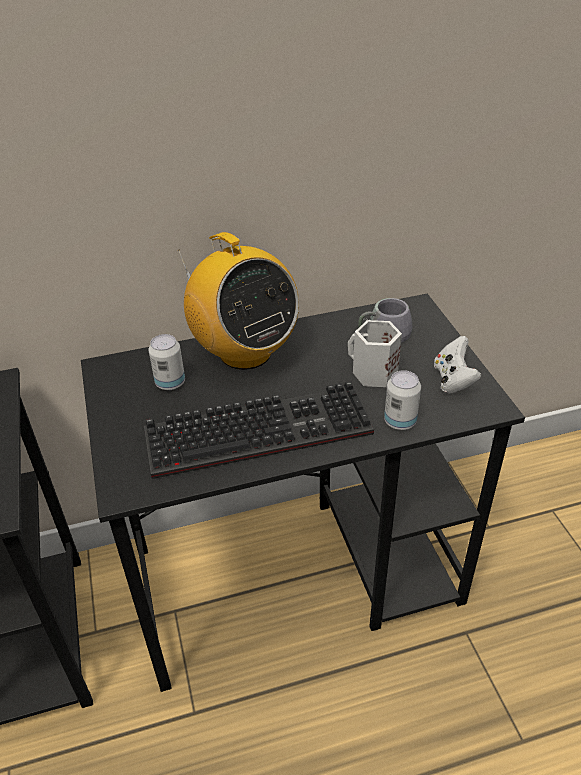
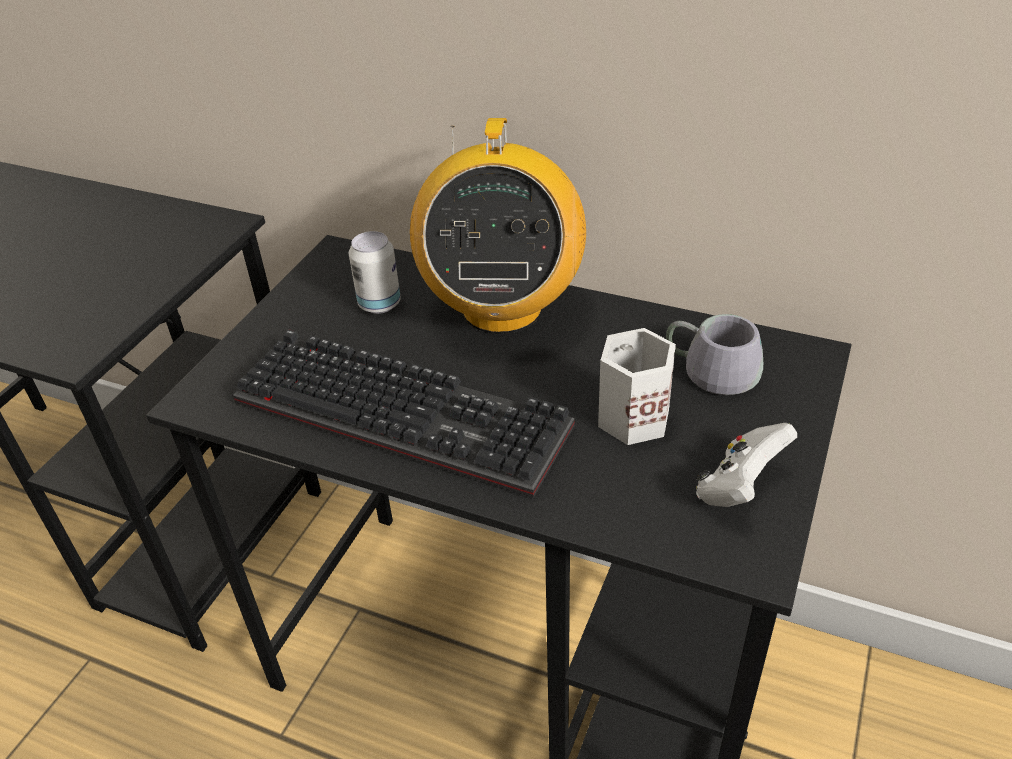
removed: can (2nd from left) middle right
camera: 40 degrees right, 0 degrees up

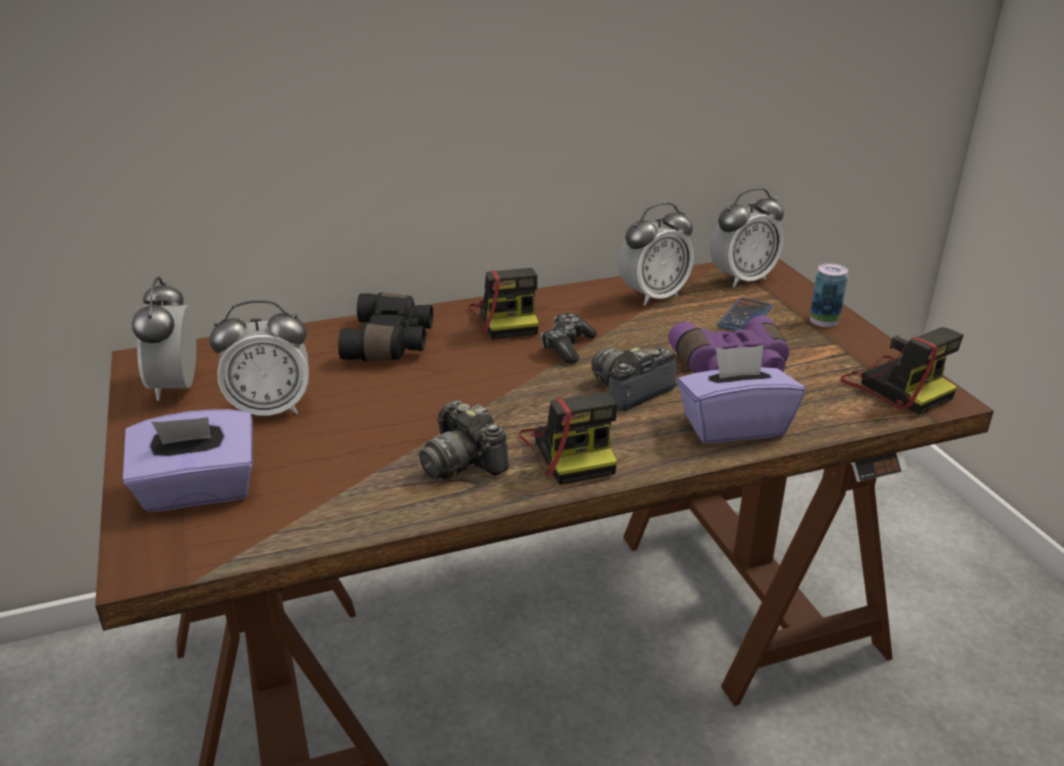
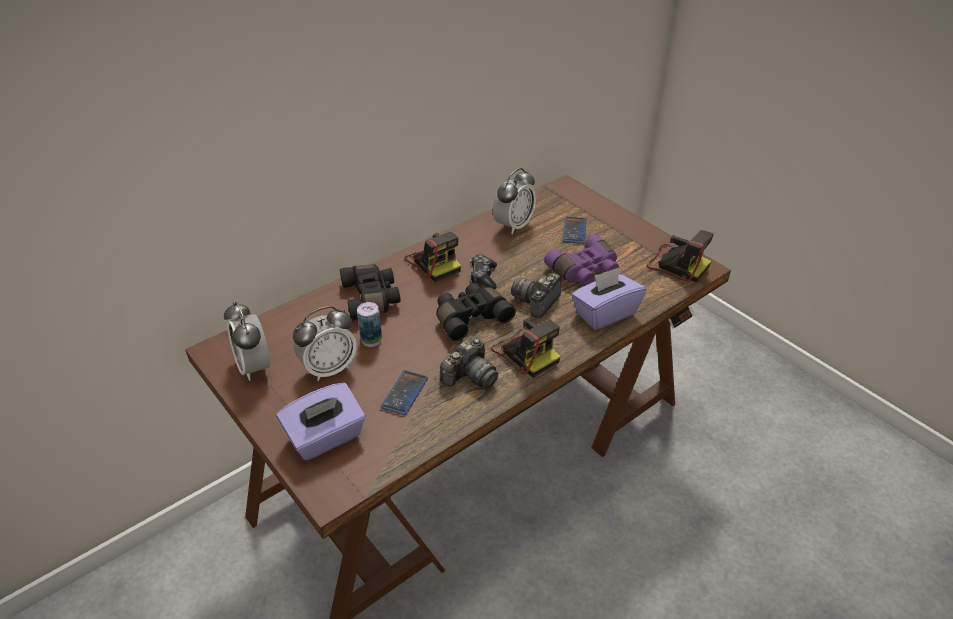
removed: alarm clock (4th from left) top right
added: phone (1st from left) centre; black binoculars (2nd from left) centre
moved: can middle right to centre
turned: photo camera (1st from left in the first image) centre = centre 75 degrees counterclockwise
camera: 20 degrees left, 10 degrees up

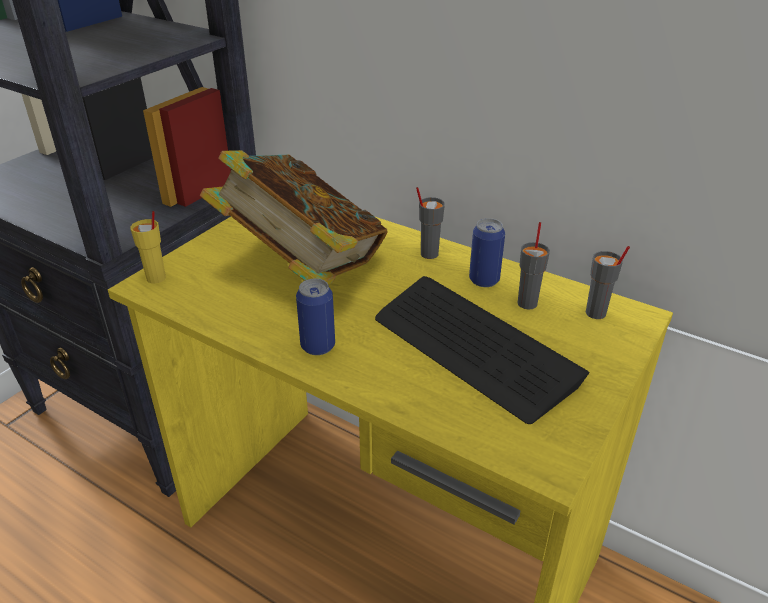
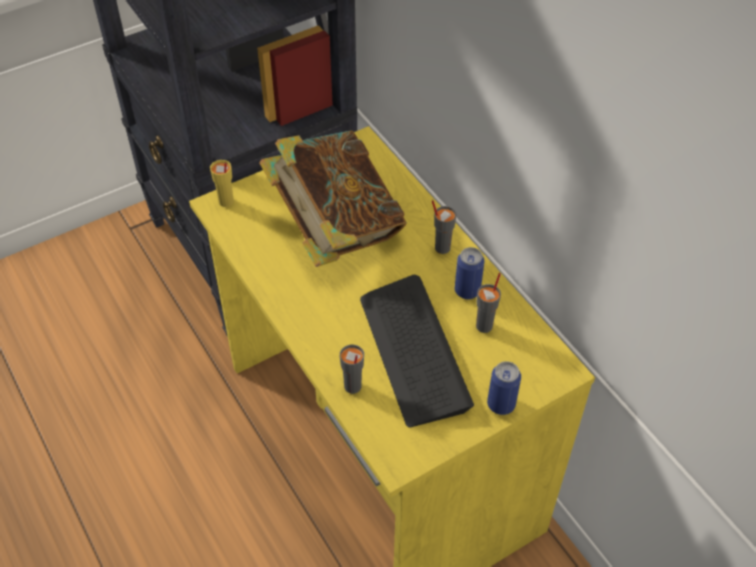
moved: can (1st from left in the first image) centre to can (2nd from left) bottom right; grey cup (3rd from left in the first image) middle right to grey cup (1st from left) centre
camera: 25 degrees right, 15 degrees up

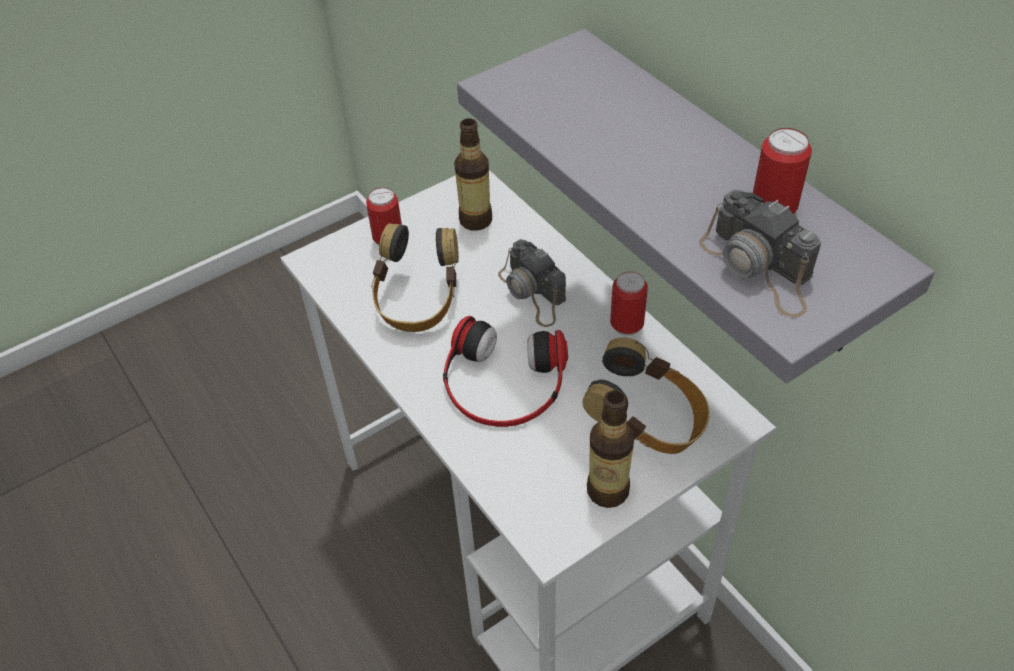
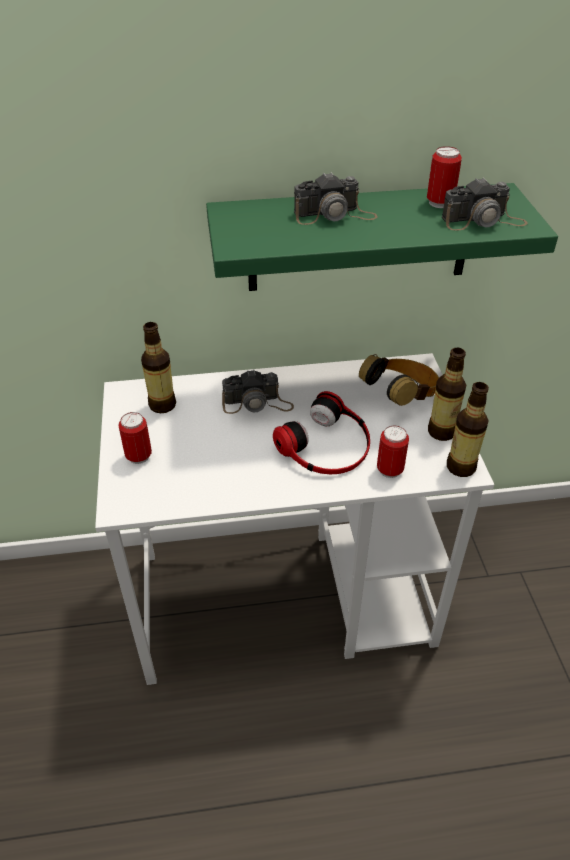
removed: headphones (1st from left) centre
added: photo camera (2nd from left) top centre; bottle (3rd from left) middle right
moved: can (2nd from left) centre to middle right
recoloured: grey shelf top right to green shelf top right
camera: 65 degrees left, 5 degrees down

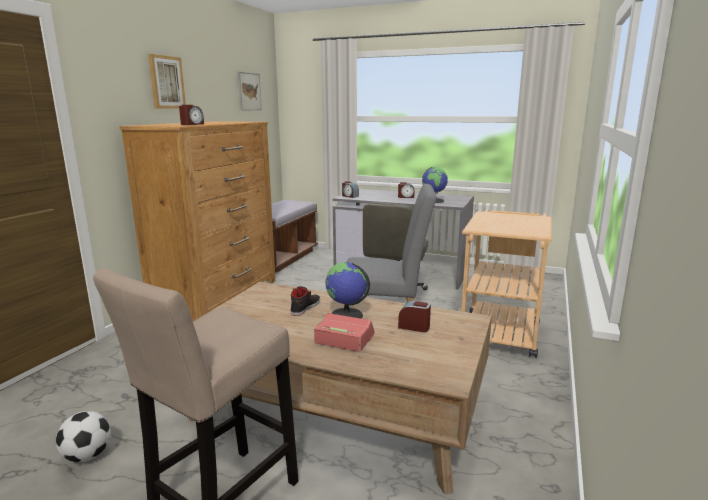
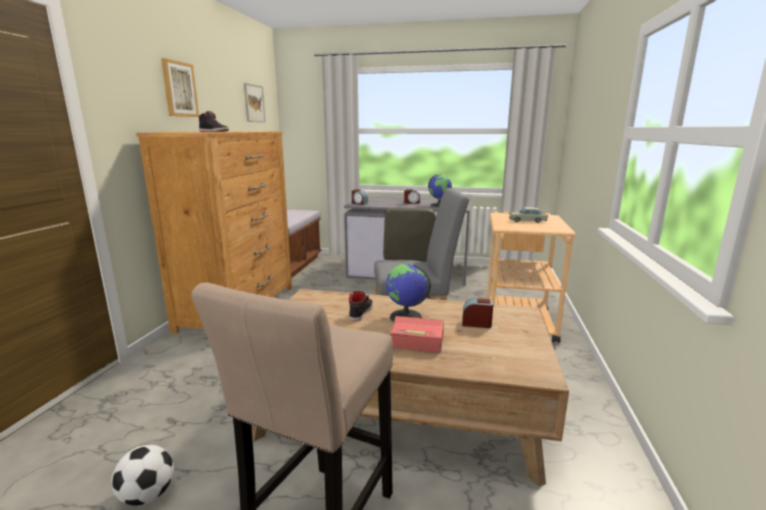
added: beige toy car middle right
replaced: alarm clock (1st from left) top left to black shoe (1st from left) top left
camera: 10 degrees left, 0 degrees up

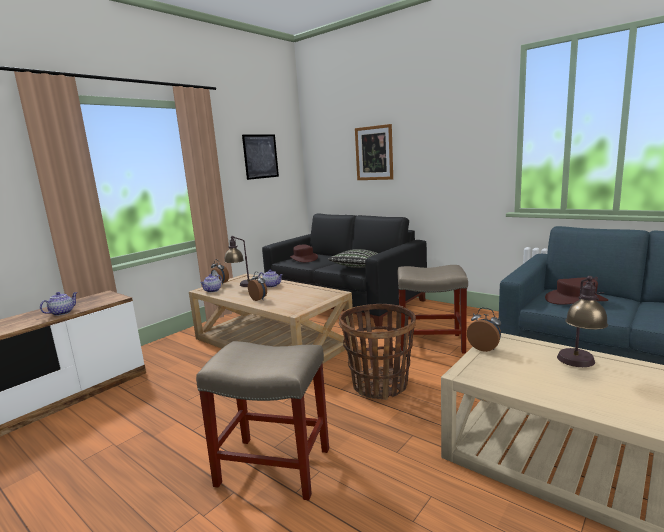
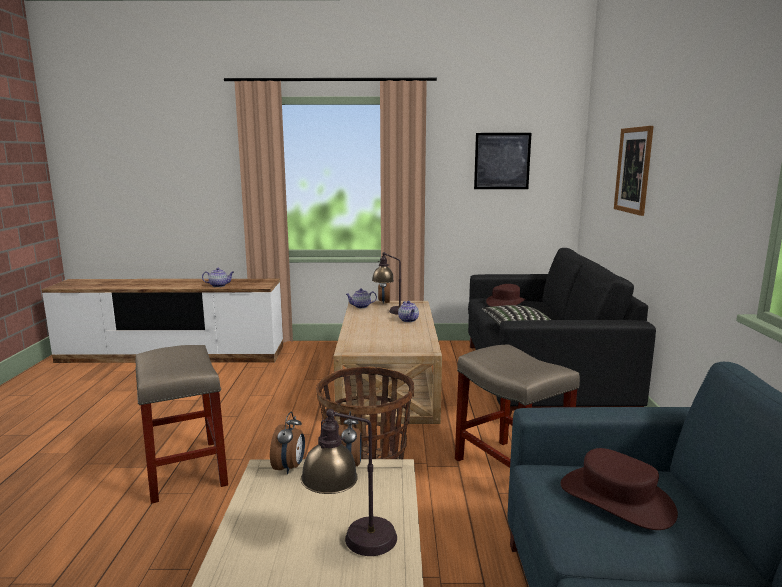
moved: alarm clock (2nd from left in the first image) centre to alarm clock (1st from left) bottom centre
camera: 50 degrees right, 0 degrees up

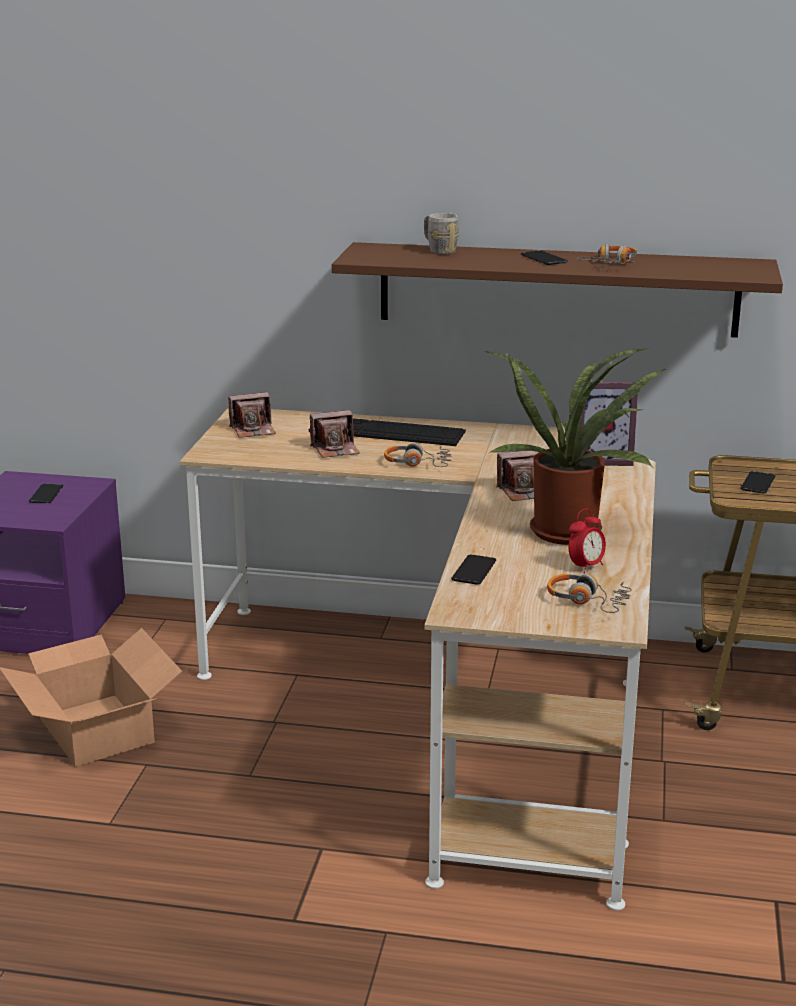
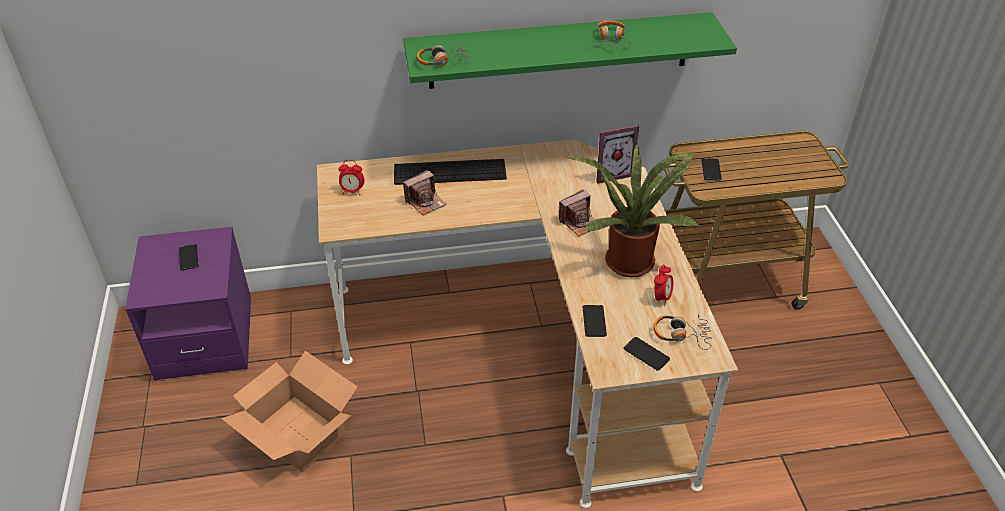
removed: grey mug top centre
moved: headphones (1st from left) centre to top centre; phone (3rd from left) top right to bottom centre
replaced: photo camera (1st from left) middle left to alarm clock (1st from left) centre
recoloured: brown shelf top right to green shelf top centre
camera: 20 degrees left, 20 degrees up

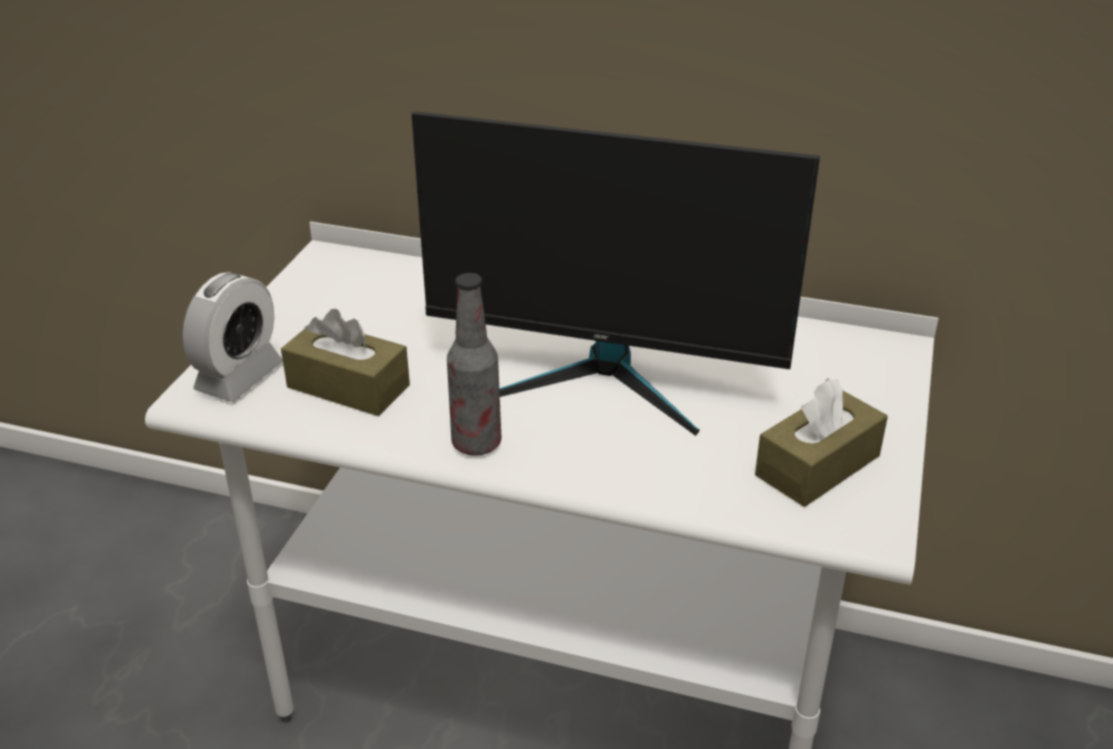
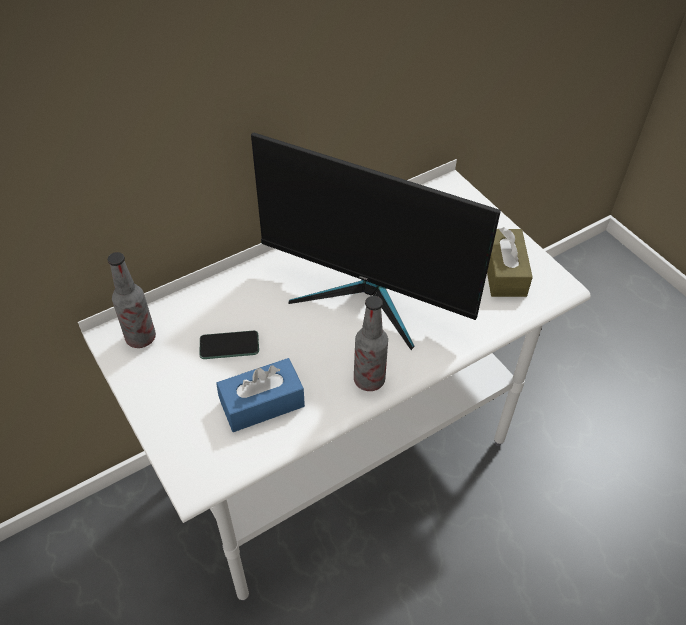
removed: alarm clock middle left
added: bottle (1st from left) middle left; phone centre
recoloured: brown tissue box (1st from left) middle left to blue tissue box centre
turned: monitor centre = centre 60 degrees clockwise
camera: 50 degrees left, 15 degrees up

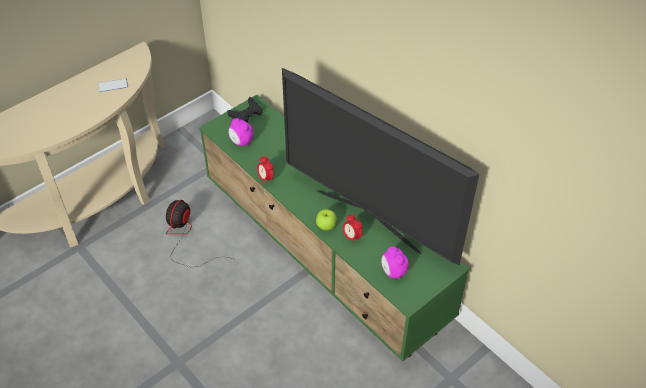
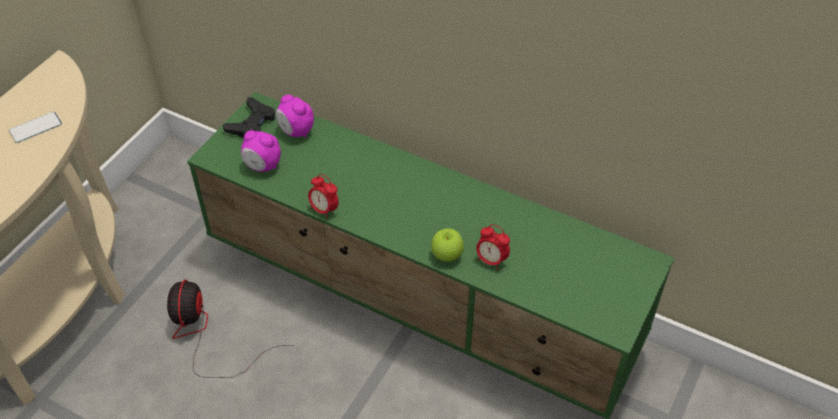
removed: television centre
moved: alarm clock (4th from left in the first image) bottom centre to alarm clock (2nd from left) top centre
camera: 20 degrees left, 0 degrees up

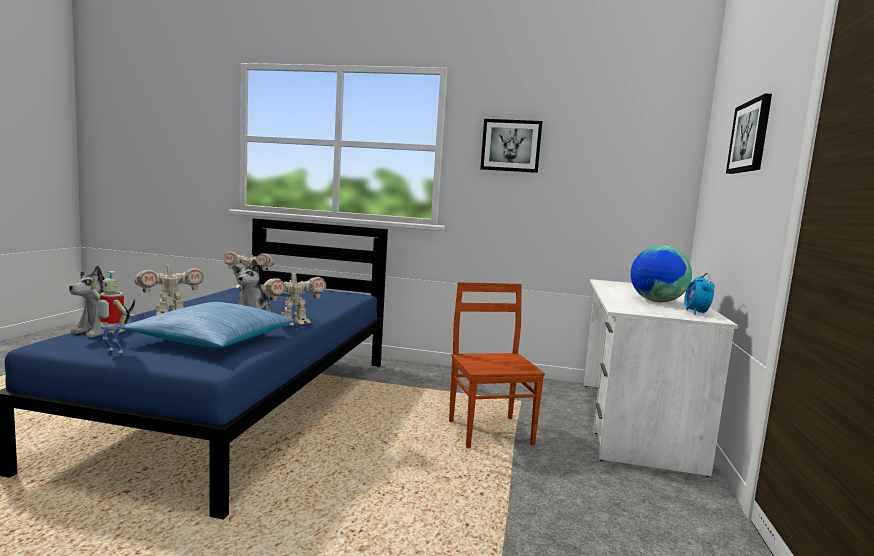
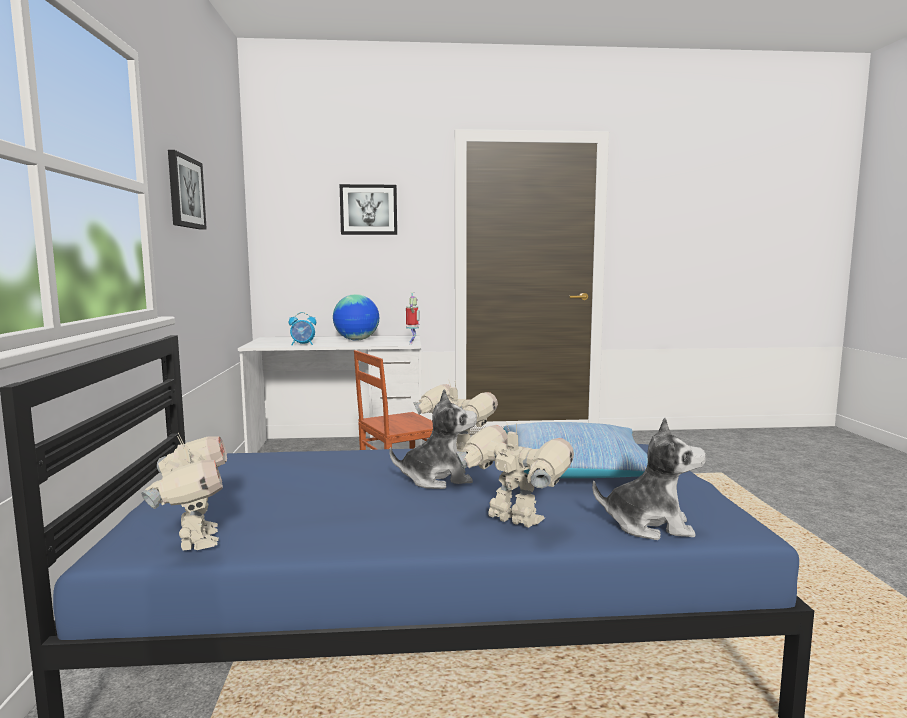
moved: toy robot (1st from left in the first image) middle left to toy robot (2nd from left) centre; alarm clock middle right to middle left
camera: 105 degrees left, 0 degrees up

